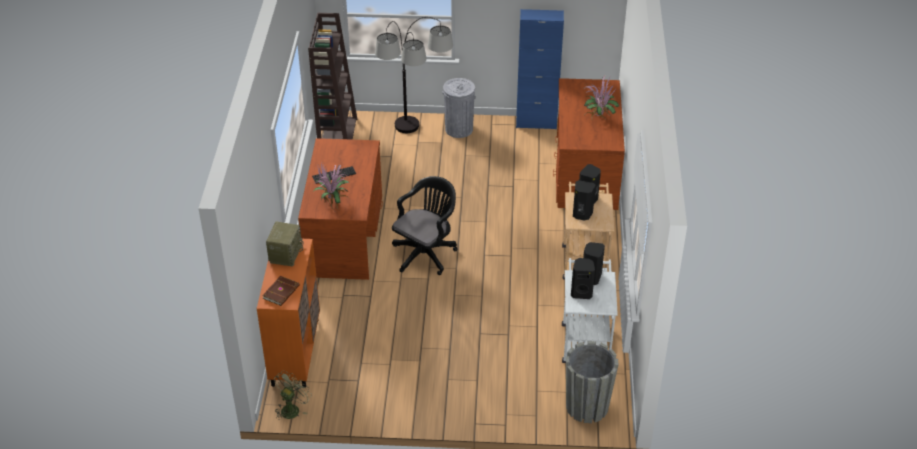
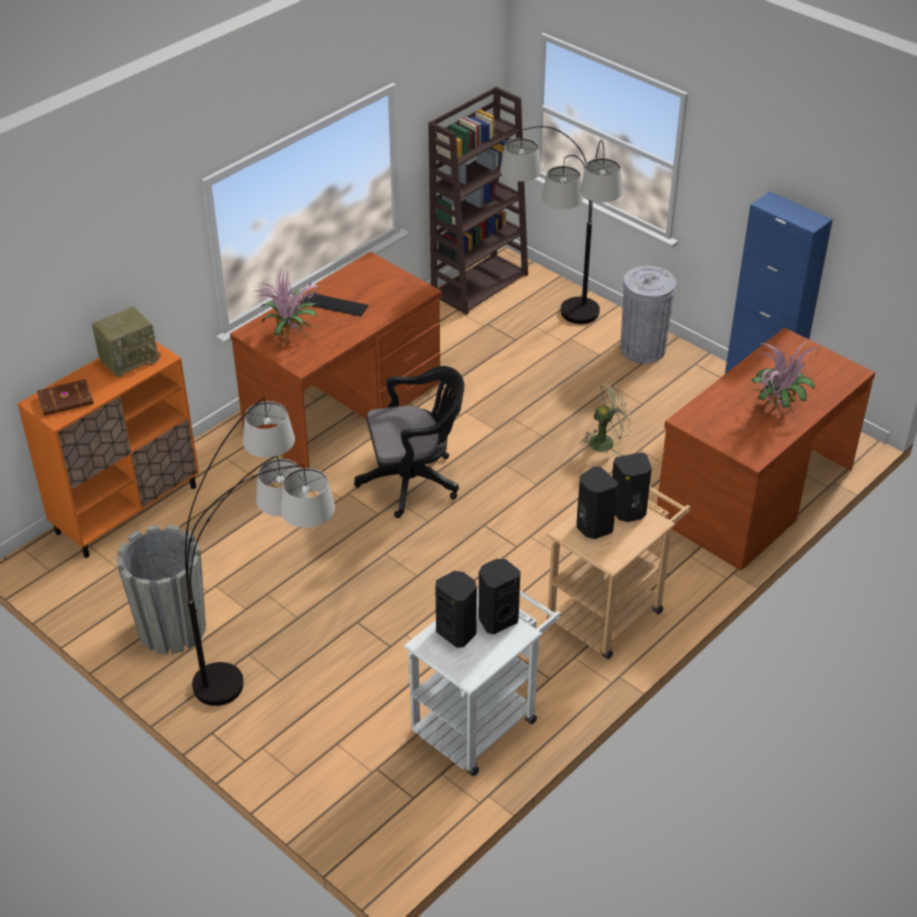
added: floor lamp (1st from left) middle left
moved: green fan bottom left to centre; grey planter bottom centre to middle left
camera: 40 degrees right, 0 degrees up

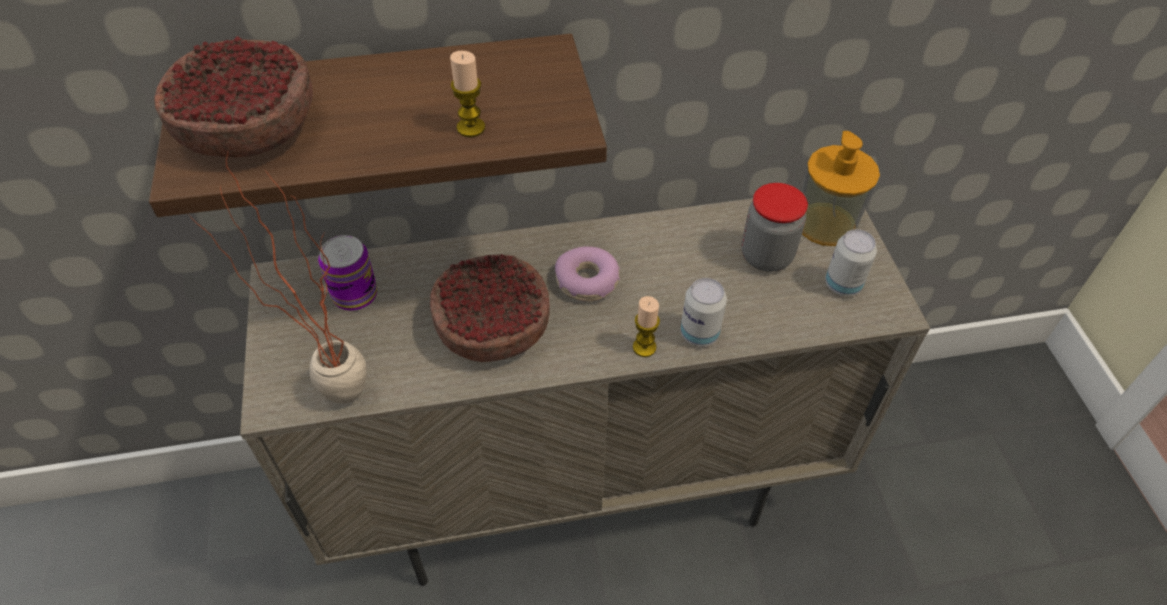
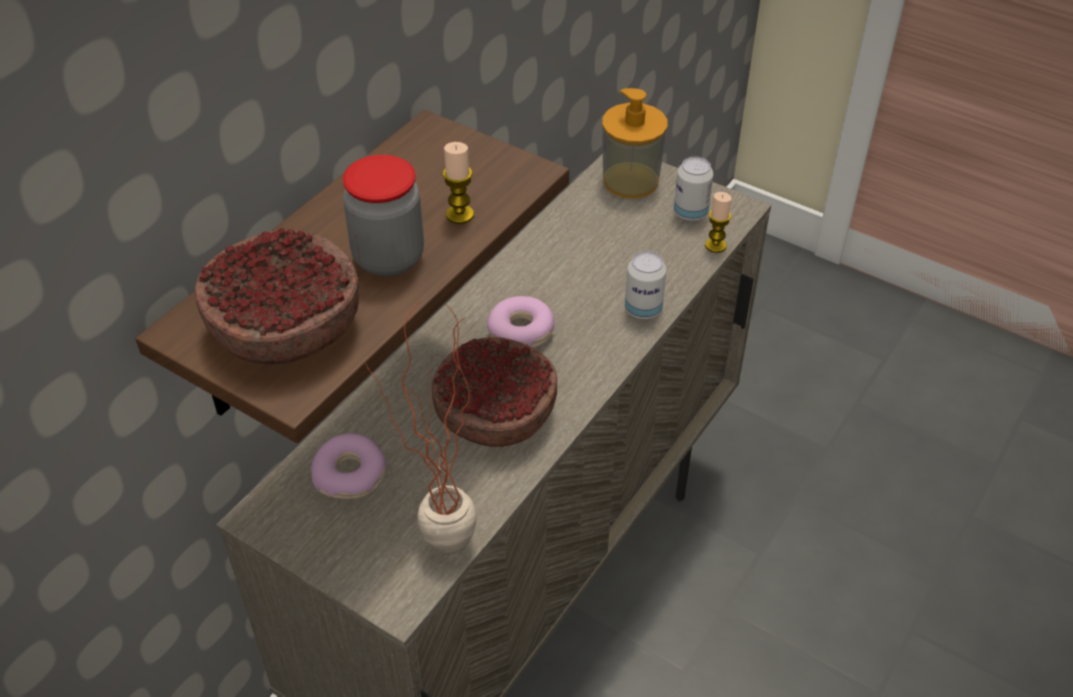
moved: candle (2nd from left) centre to top right; jar centre to top centre
replaced: can (1st from left) middle left to donut (1st from left) bottom left
camera: 45 degrees left, 5 degrees down

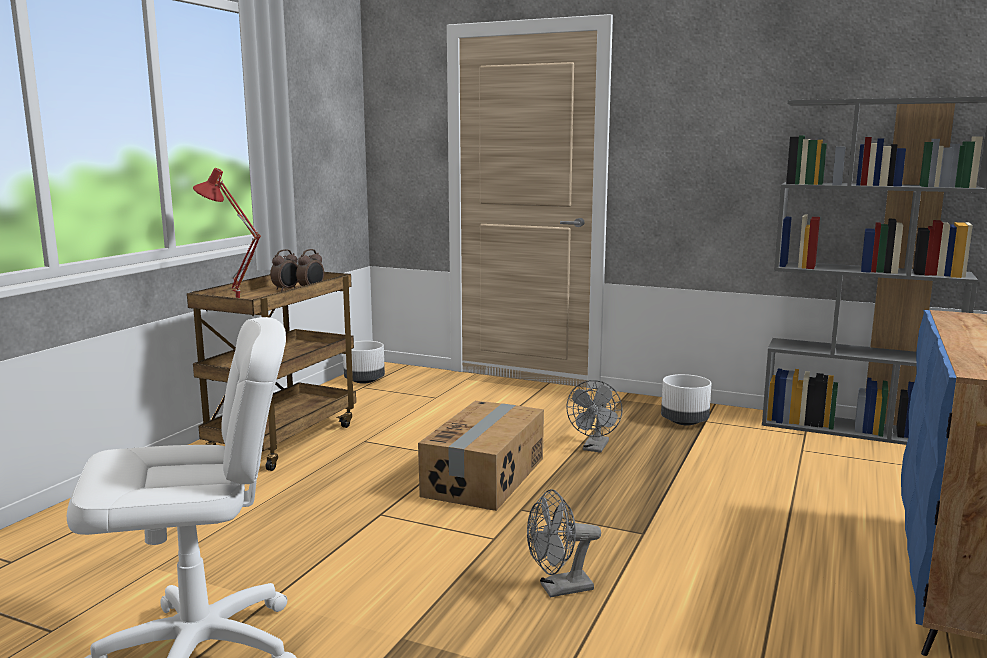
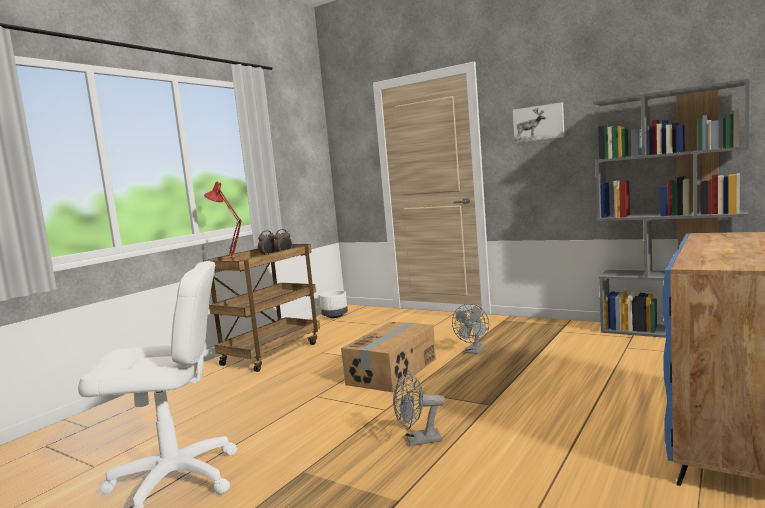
removed: white planter (2nd from left) middle right
added: picture top right
camera: 10 degrees right, 5 degrees down

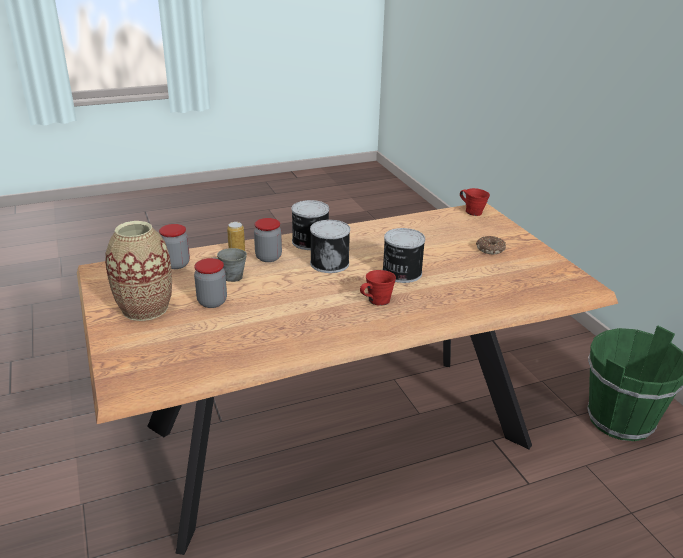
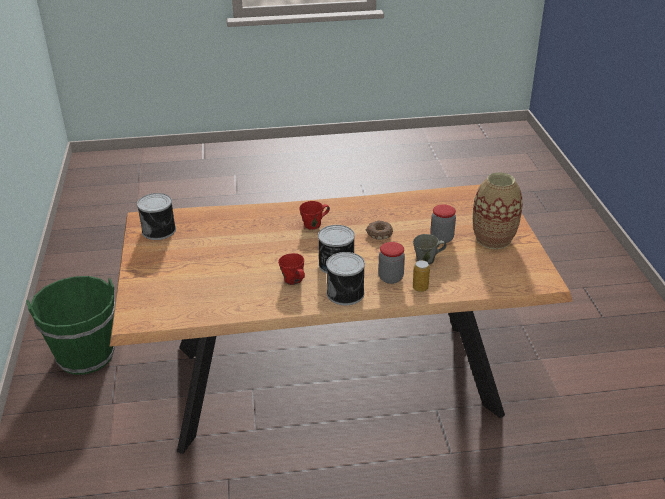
removed: jar (1st from left) middle left
moved: can (4th from left in the first image) centre to can (1st from left) middle left; red mug (2nd from left in the first image) middle right to red mug (1st from left) centre; donut middle right to centre
camera: 165 degrees left, 5 degrees up

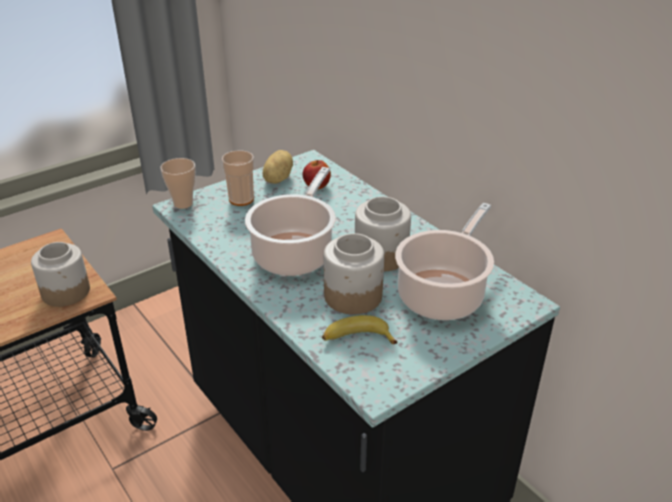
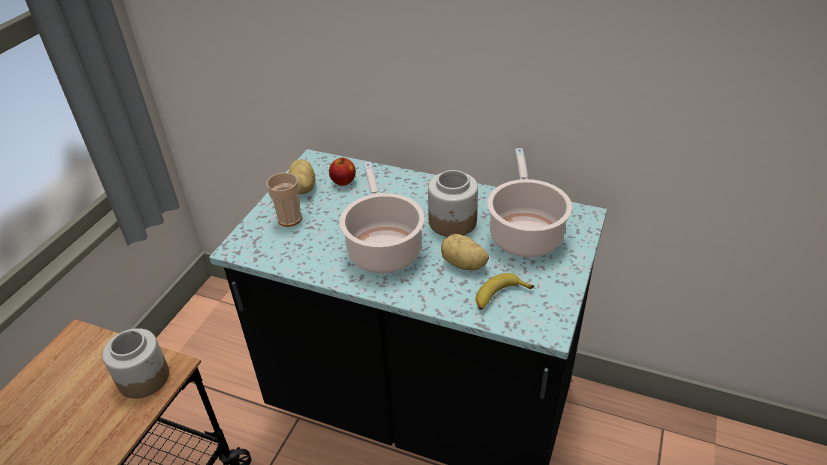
removed: cup (1st from left) middle left
replaced: jar (2nd from left) centre to potato (2nd from left) centre
camera: 30 degrees left, 5 degrees up

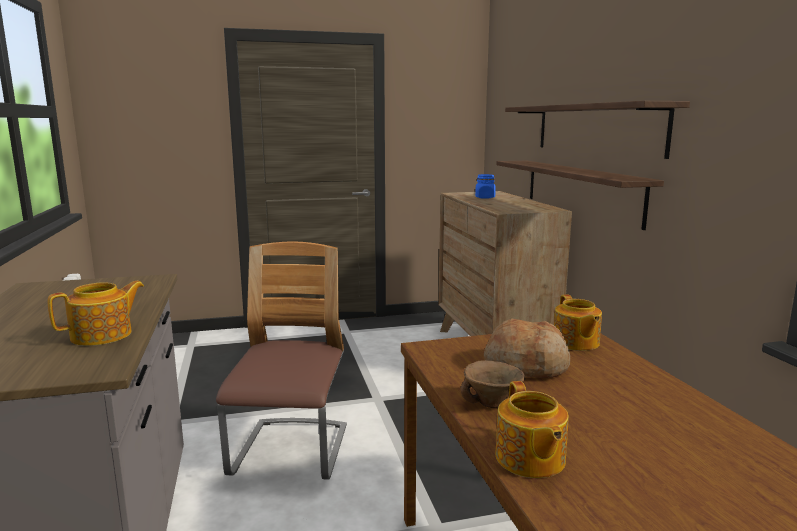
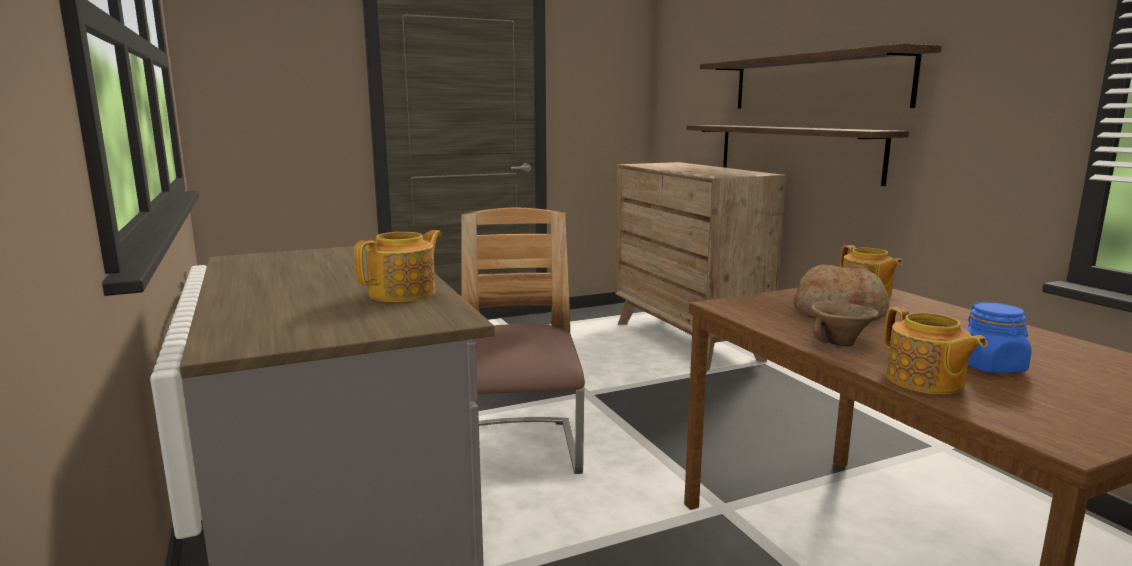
moved: blue jar centre to middle right
camera: 10 degrees left, 0 degrees up

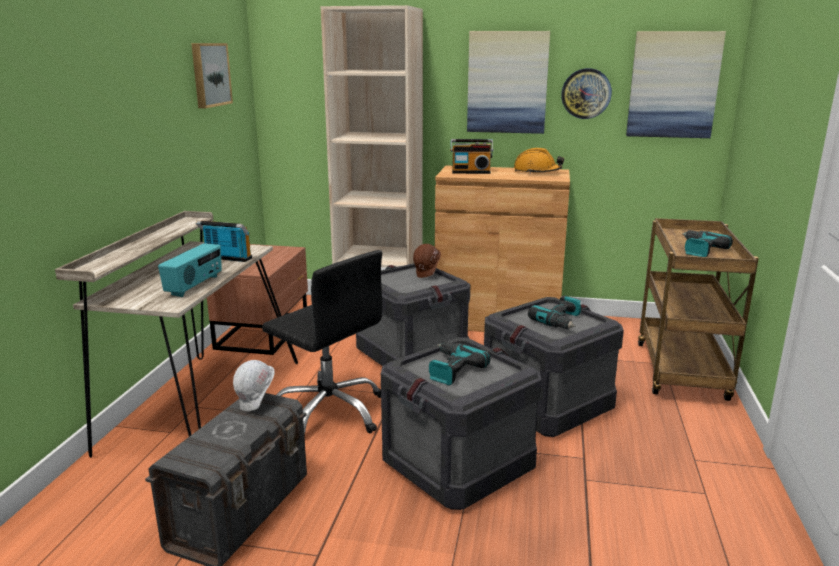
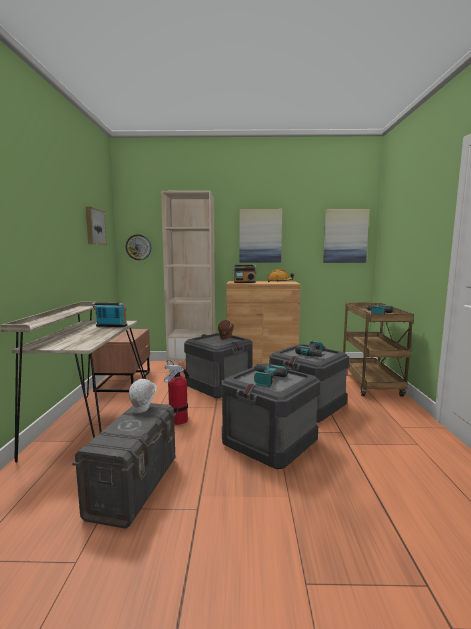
removed: radio (1st from left) middle left
moved: wall clock top right to middle left
replaced: black office chair centre to fire extinguisher centre
camera: 10 degrees left, 10 degrees down

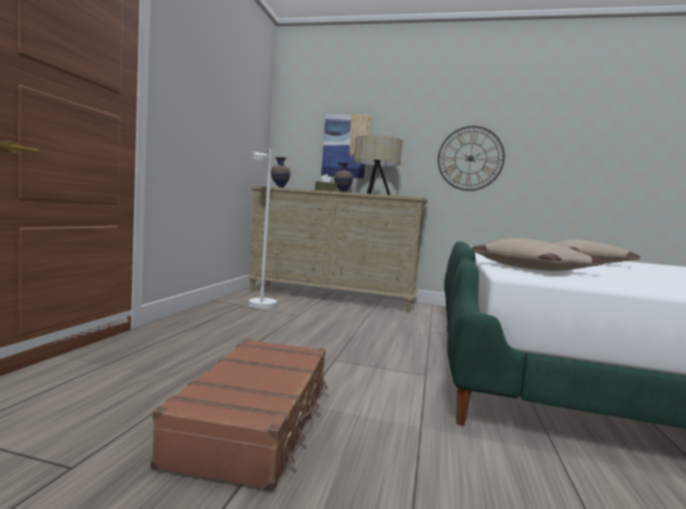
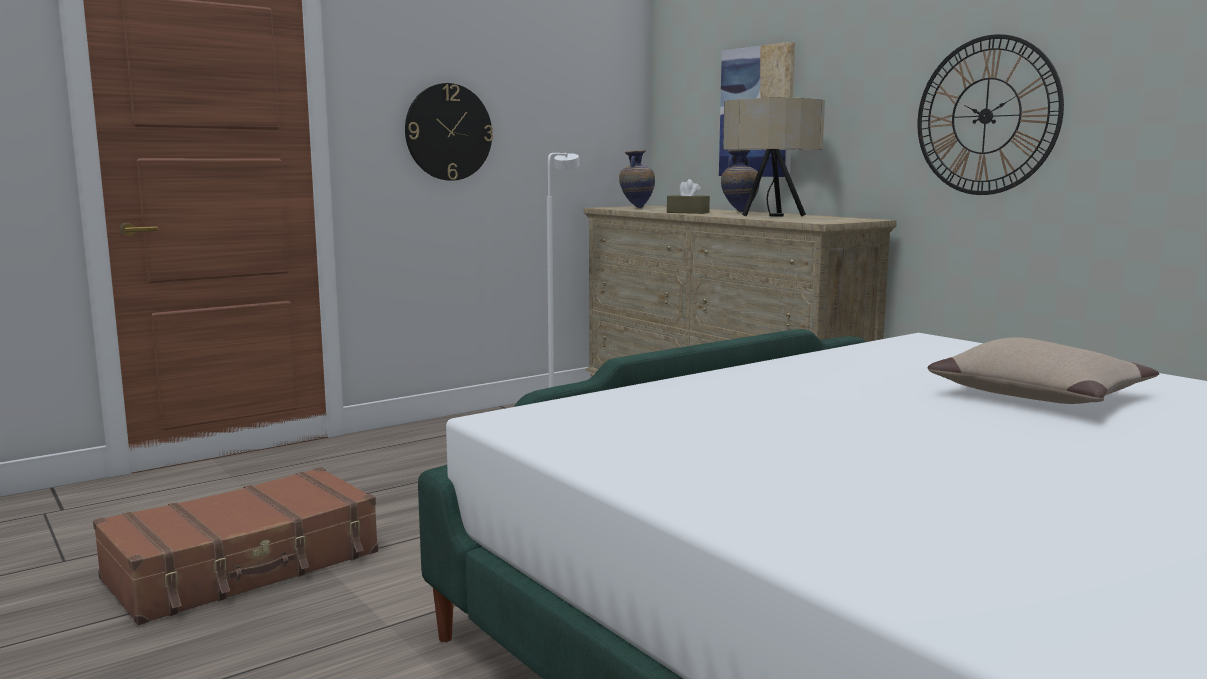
removed: beige pillow (1st from left) middle right
added: wall clock (1st from left) top centre
camera: 40 degrees right, 5 degrees up

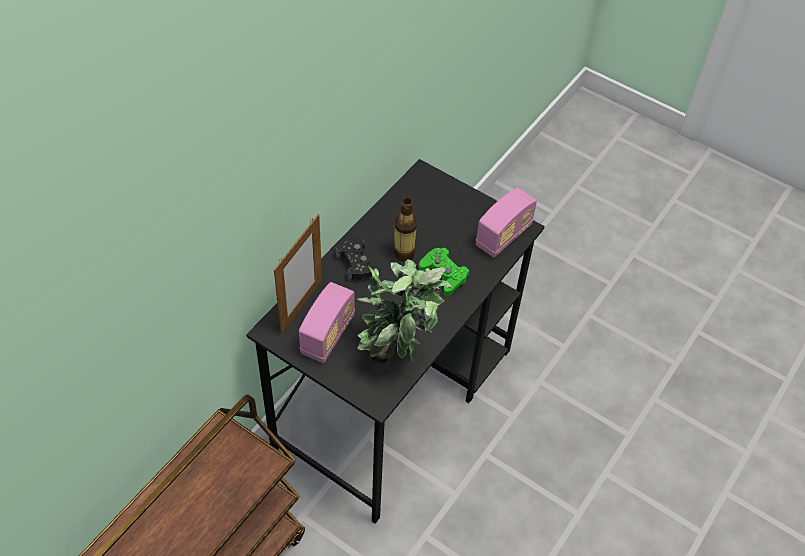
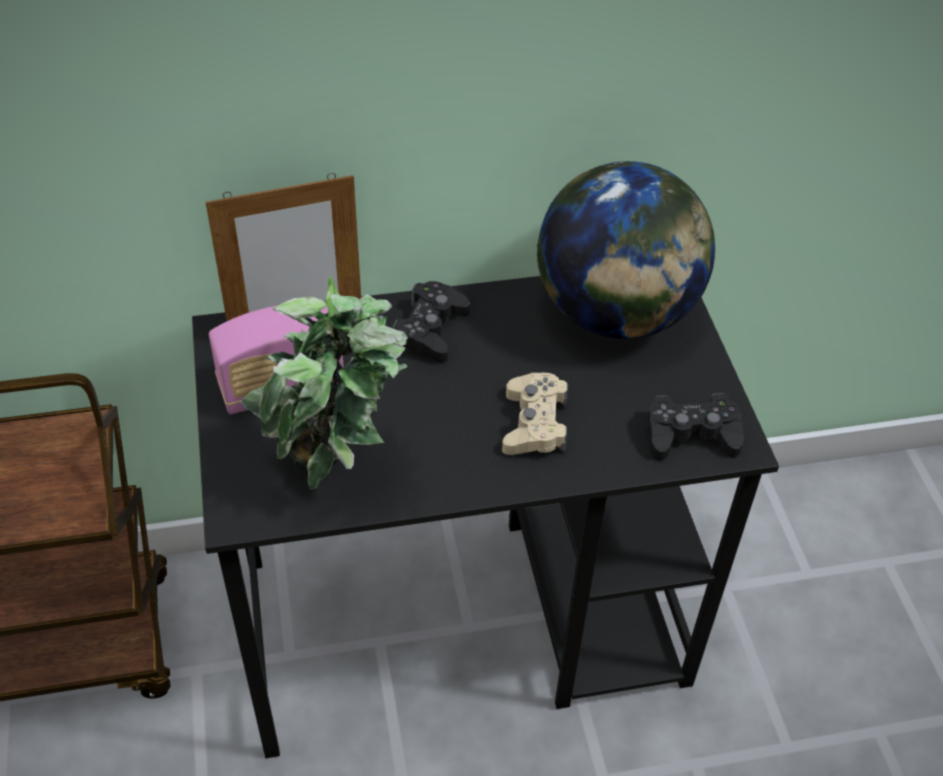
removed: bottle centre
added: globe top centre
replaced: radio (2nd from left) centre to black game controller (2nd from left) middle right
recoloured: green game controller centre to beige game controller centre
camera: 45 degrees right, 5 degrees down

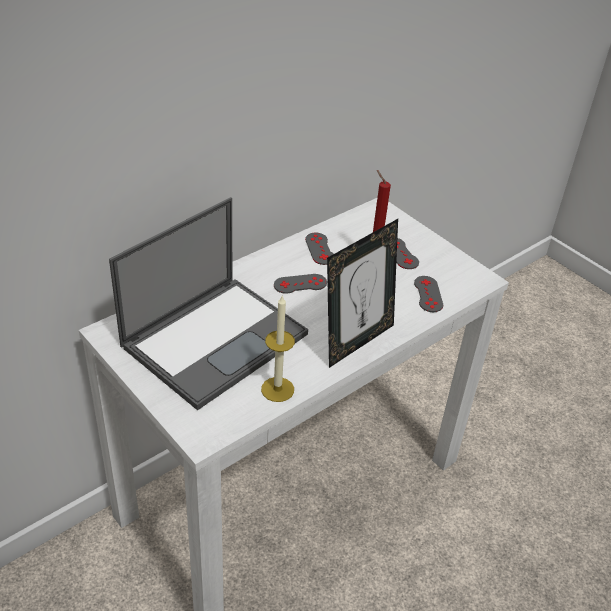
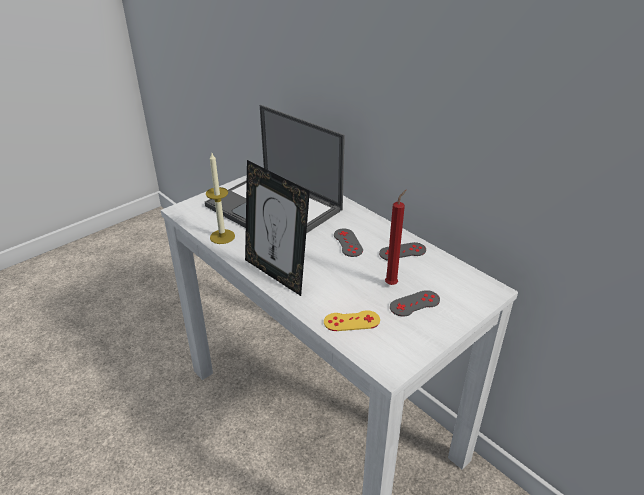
recoloured: grey game controller (4th from left) middle right to yellow game controller centre
camera: 90 degrees right, 5 degrees down

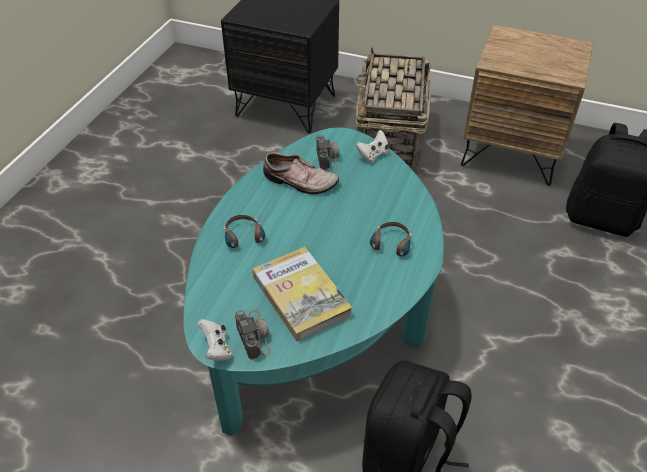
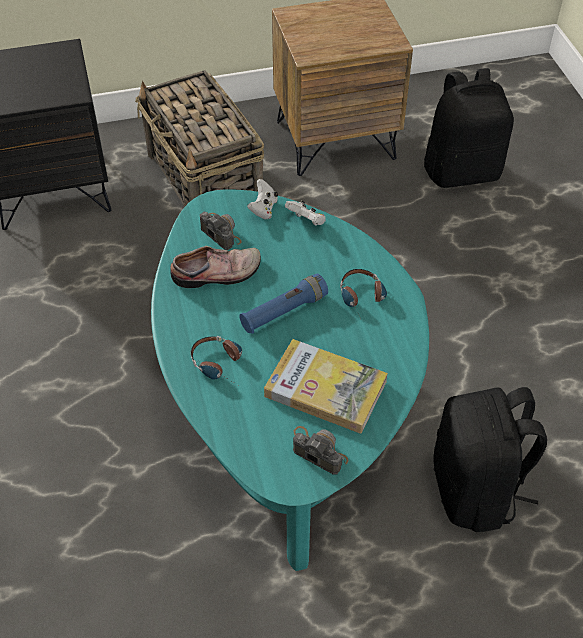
added: blue flashlight centre
moved: white game controller (1st from left in the first image) bottom left to white game controller (2nd from left) centre
camera: 35 degrees left, 5 degrees up

